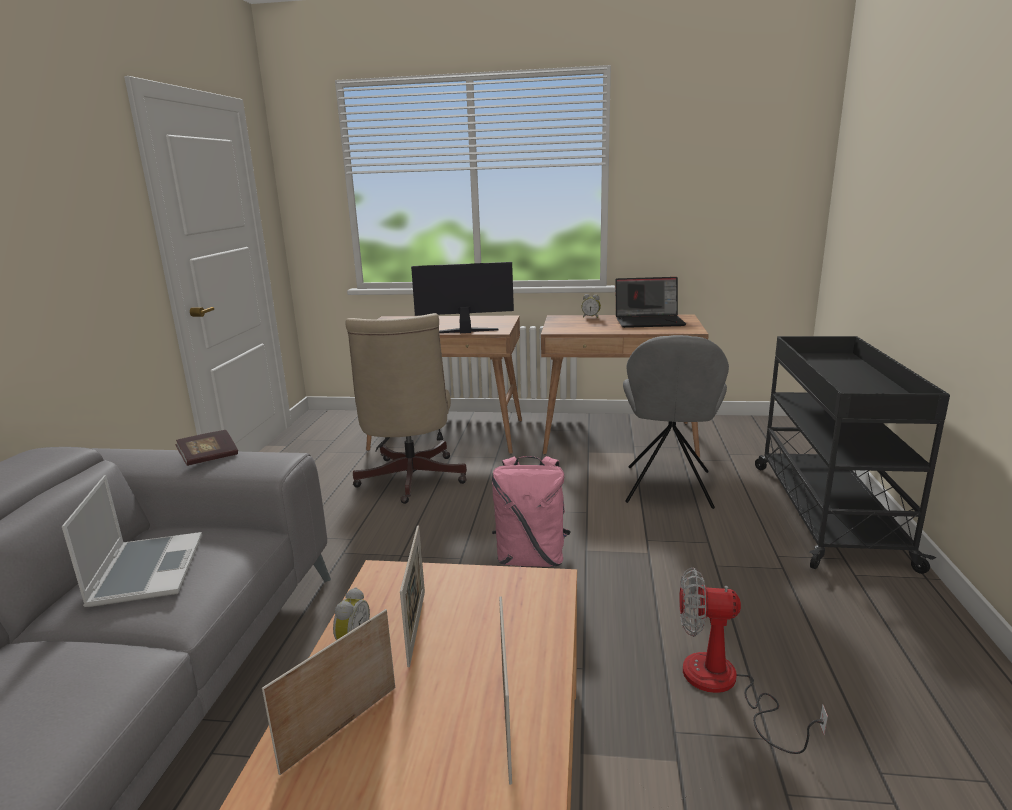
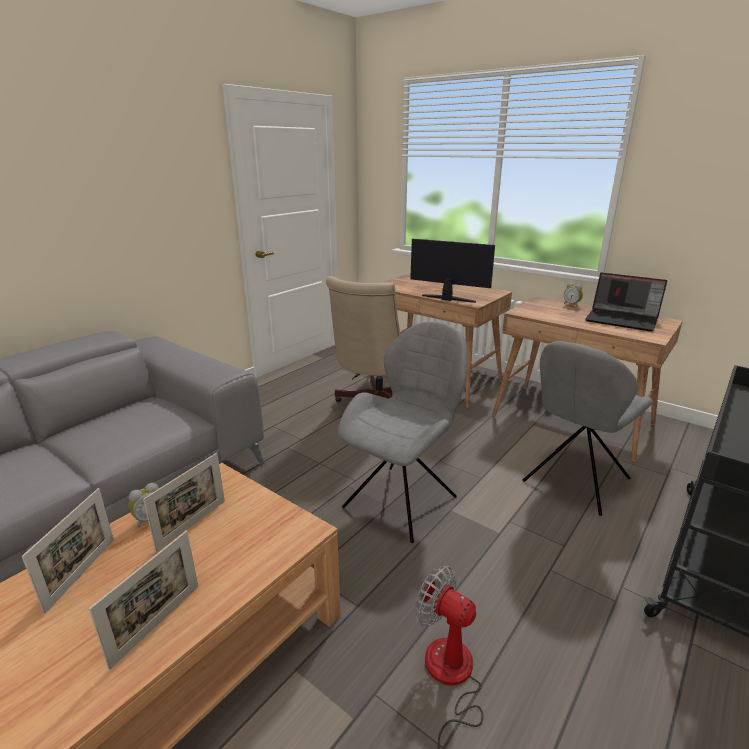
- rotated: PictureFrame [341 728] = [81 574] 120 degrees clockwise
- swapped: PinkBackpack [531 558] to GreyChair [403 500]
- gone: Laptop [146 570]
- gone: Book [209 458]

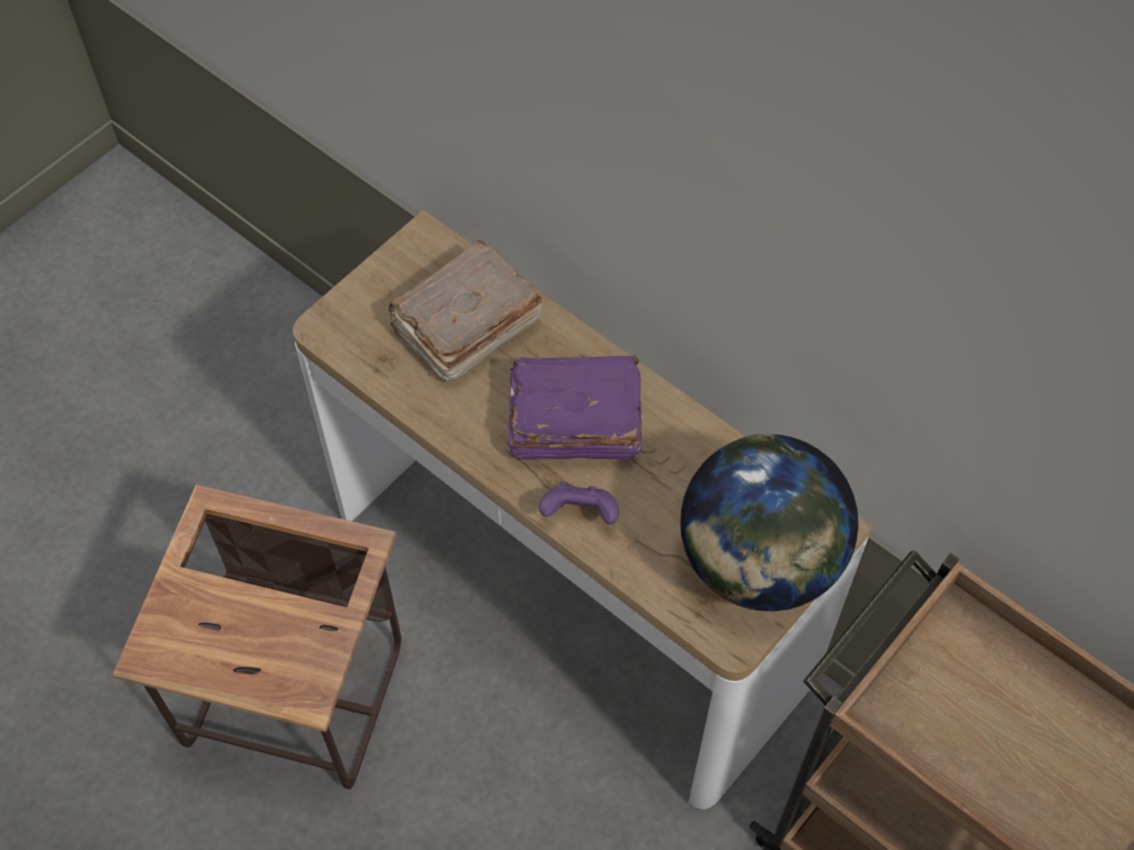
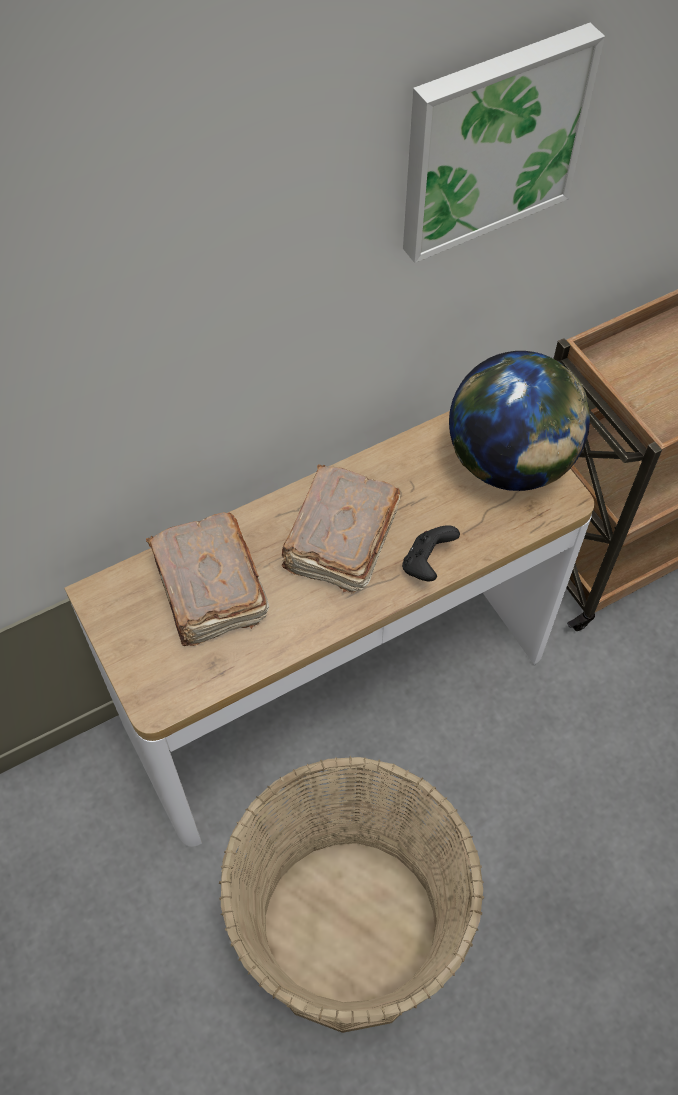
- swapped: SideTable [300 697] to Basket [349 931]
- repainted: PurpleBook [573 422] to BrownBook [339 541]
- repainted: PurpleGameController [580 514] to BlackGameController [427 563]
- new: Picture [491 141]

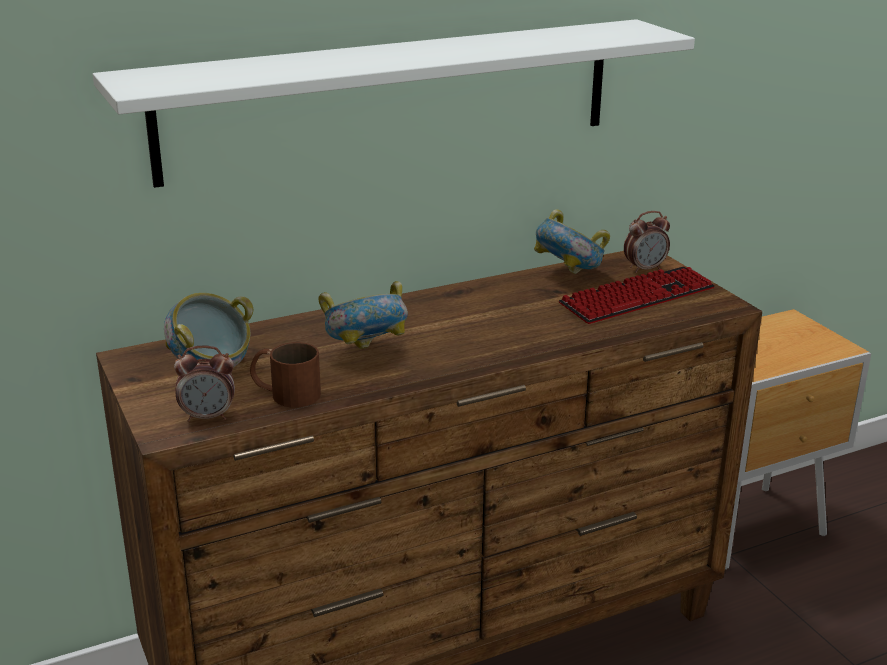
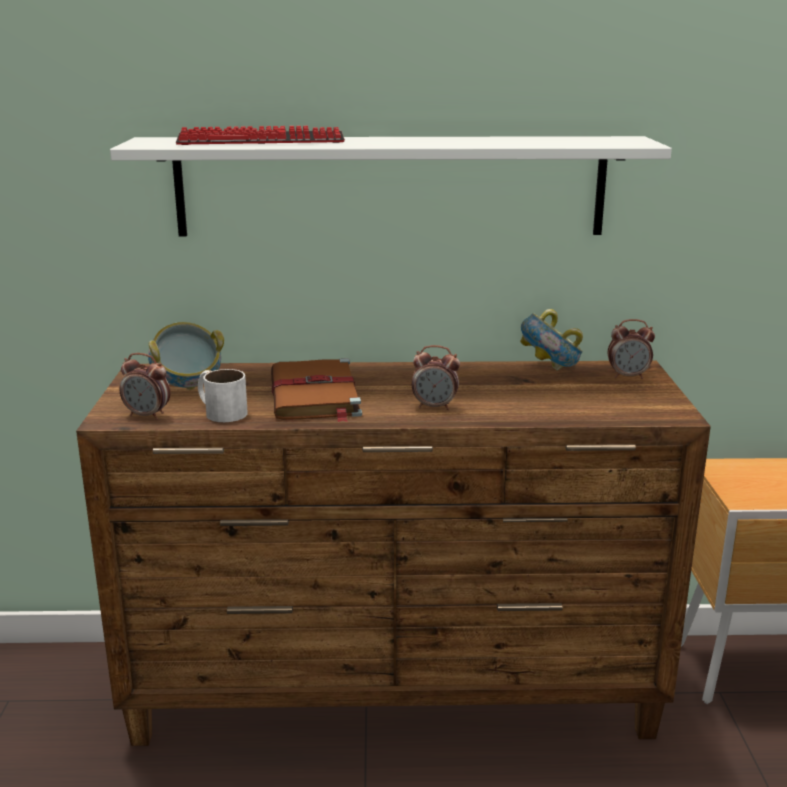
- shifted: Keyboard [637 297] to [261 141]
- repainted: BrownMug [285 393] to WhiteMug [220 411]
- swapped: Bowl [367 352] to BrownBook [315 395]
- new: AlarmClock [435 407]

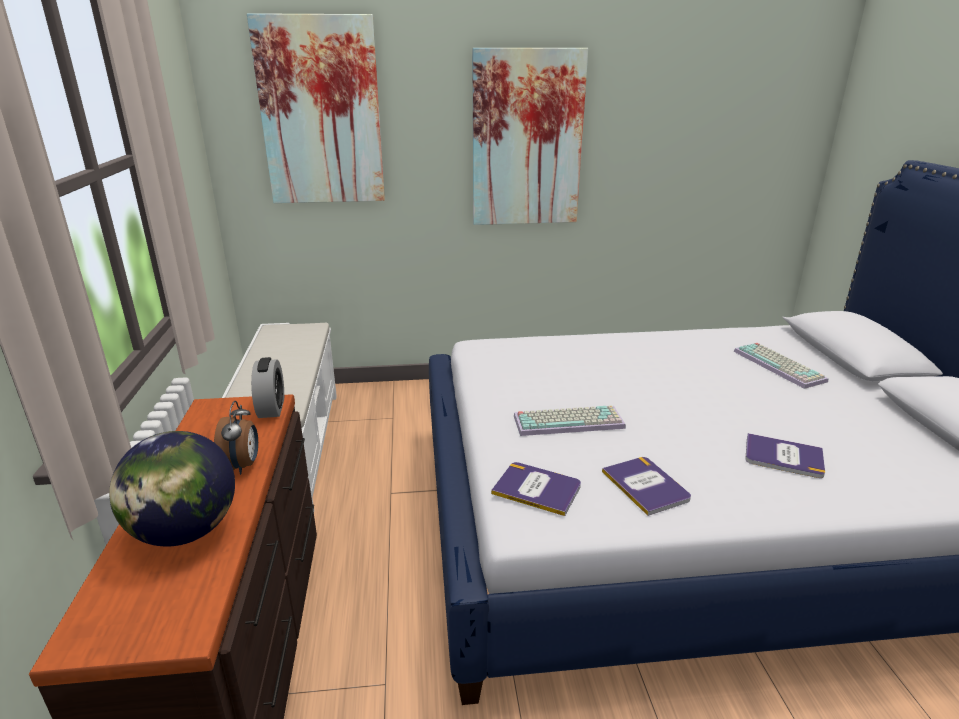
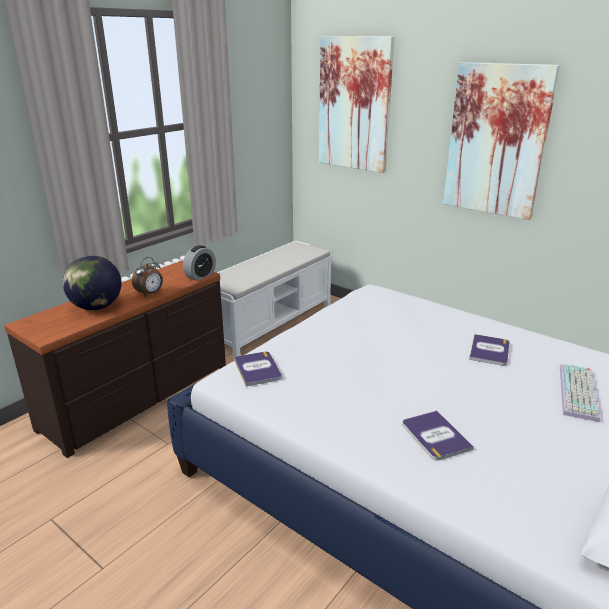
- shifted: Book [646 486] to [489 350]
- gone: Keyboard [569 421]

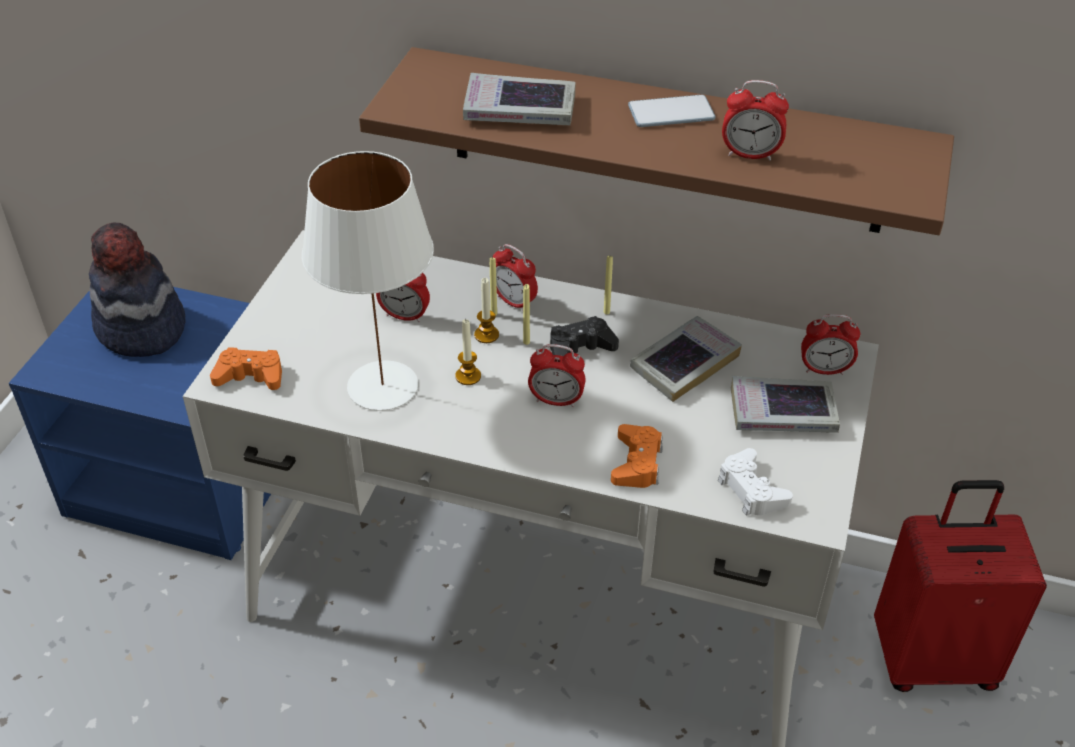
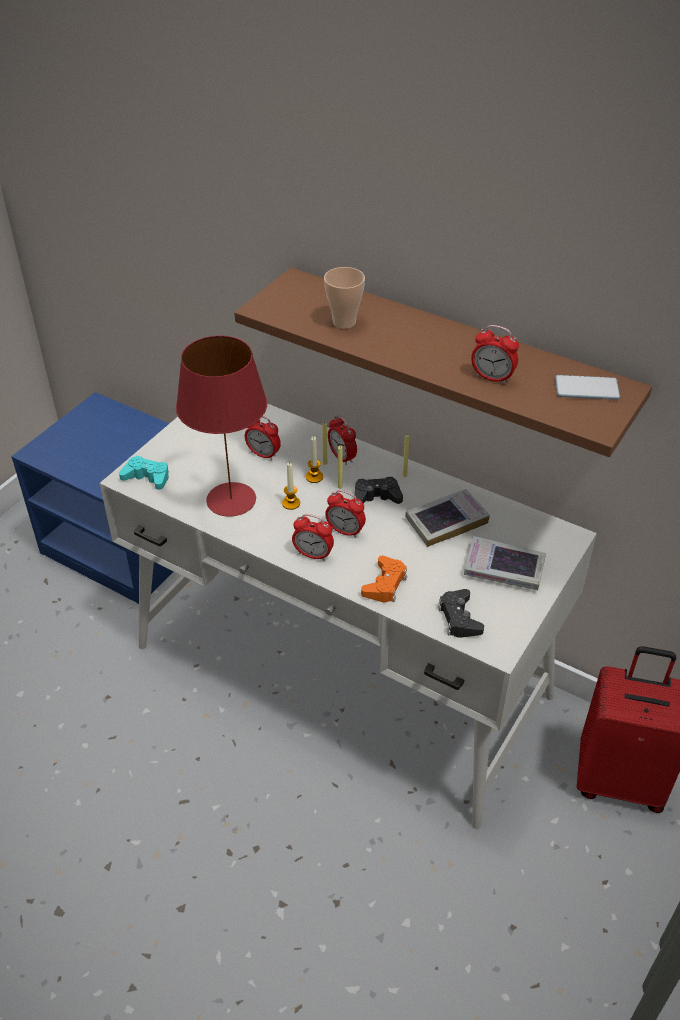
- repainted: OrangeGameController [250 376] to TurquoiseGameController [147 477]
- repainted: WhiteTableLamp [382 387] to RedTableLamp [230 500]
- shifted: AlarmClock [824 370] to [313 555]
- swapped: Book [519 110] to Cup [344 322]
- repainted: WhiteGameController [751 489] to BlackGameController [459 618]
- shifted: Phone [671 113] to [586 389]
- gone: Hat [141 329]

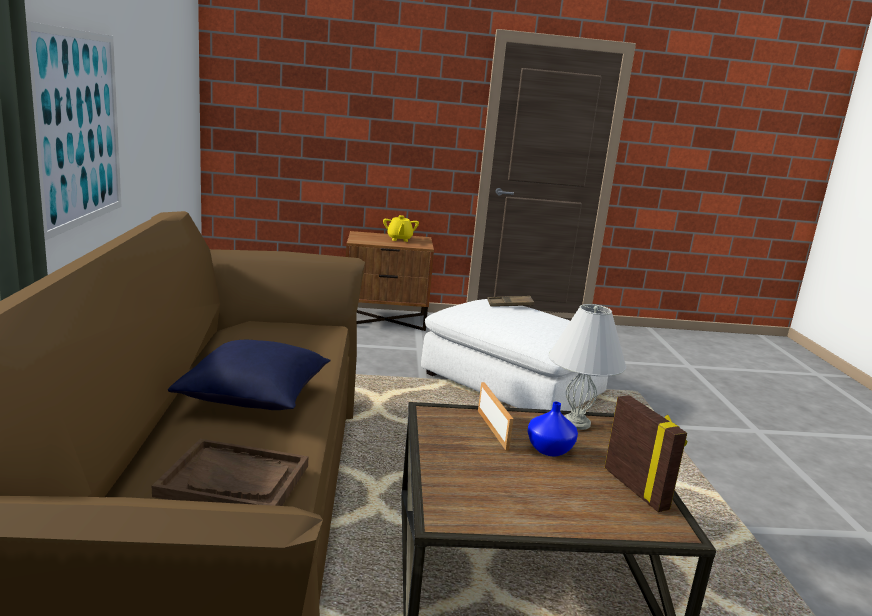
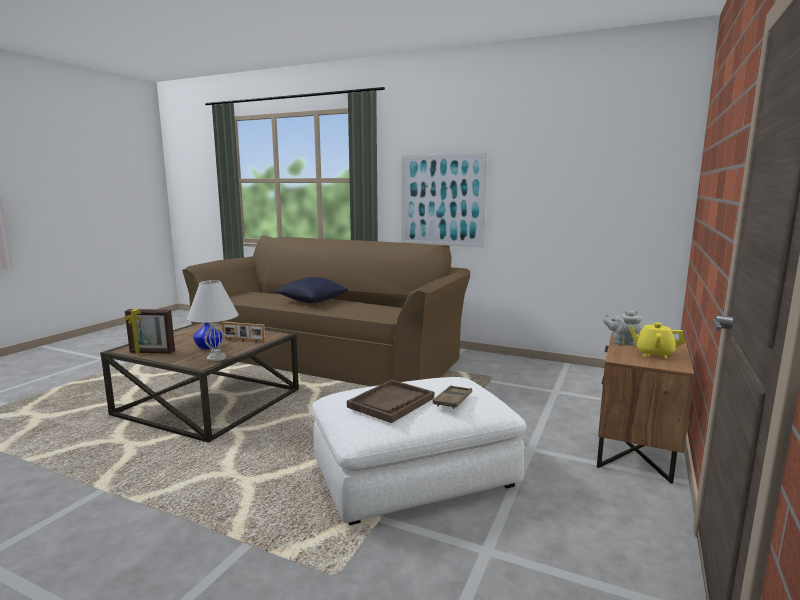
- shifted: BrownTray [234 480] to [391 403]
- new: GreyTeapot [622 342]

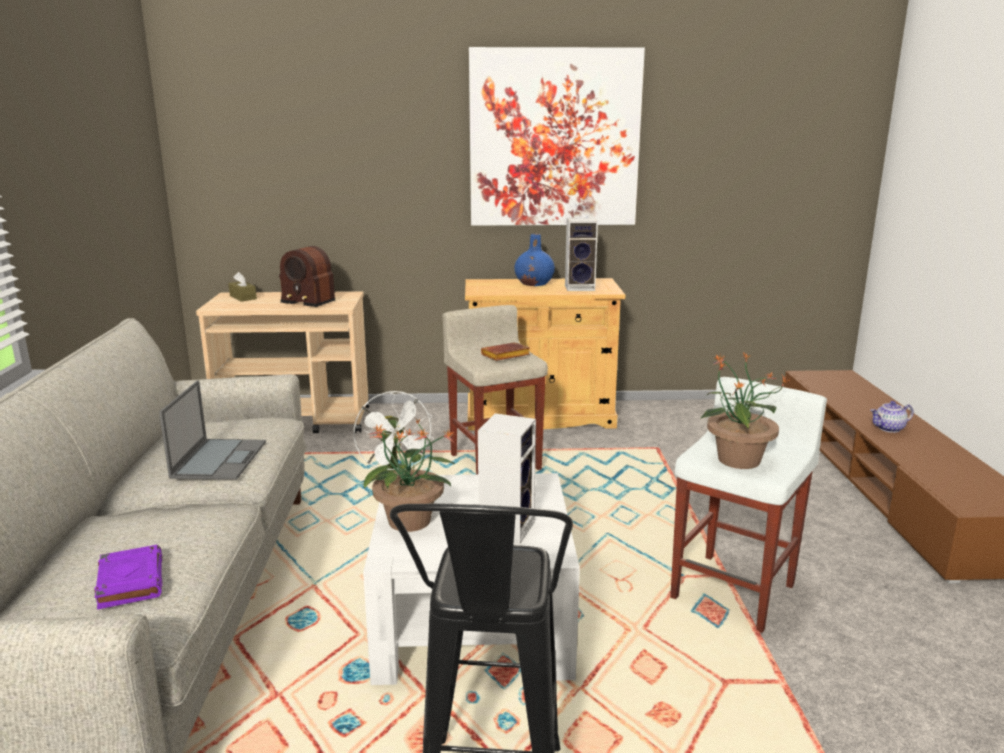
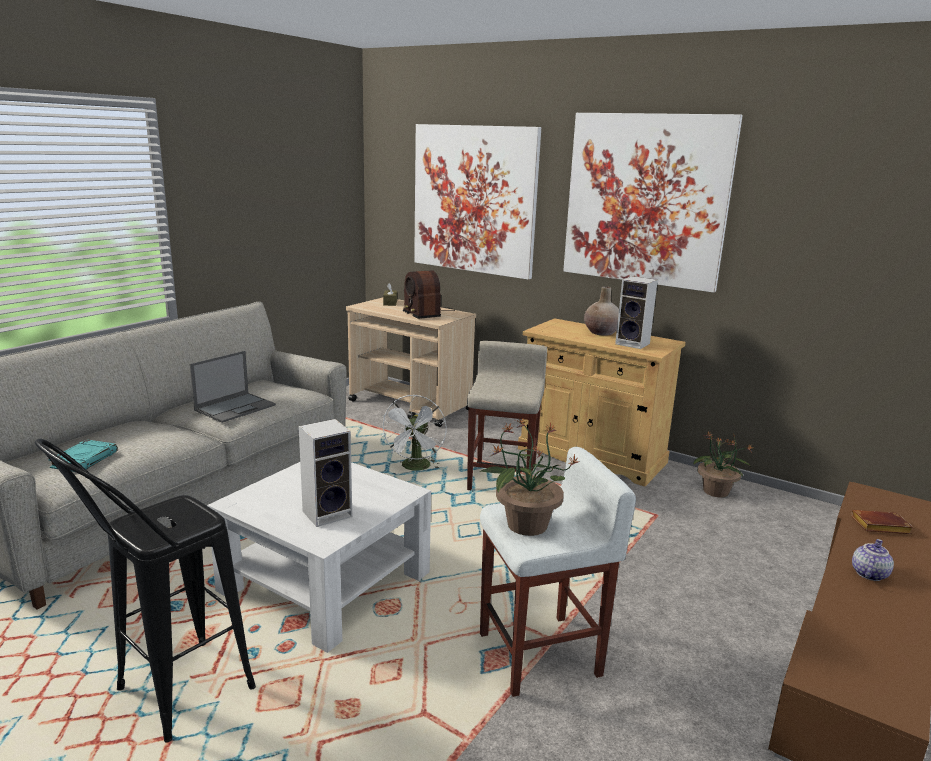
- repainted: PurpleBook [130 581] to TurquoiseBook [85 459]
- new: Picture [474 200]
- repainted: BlueVase [534 283] to BeigeVase [601 332]
- shifted: PottedPlant [410 521] to [716 492]
- shifted: BrownBook [505 356] to [879 527]
- rotated: Teapot [889 429] = [868 573] 105 degrees clockwise

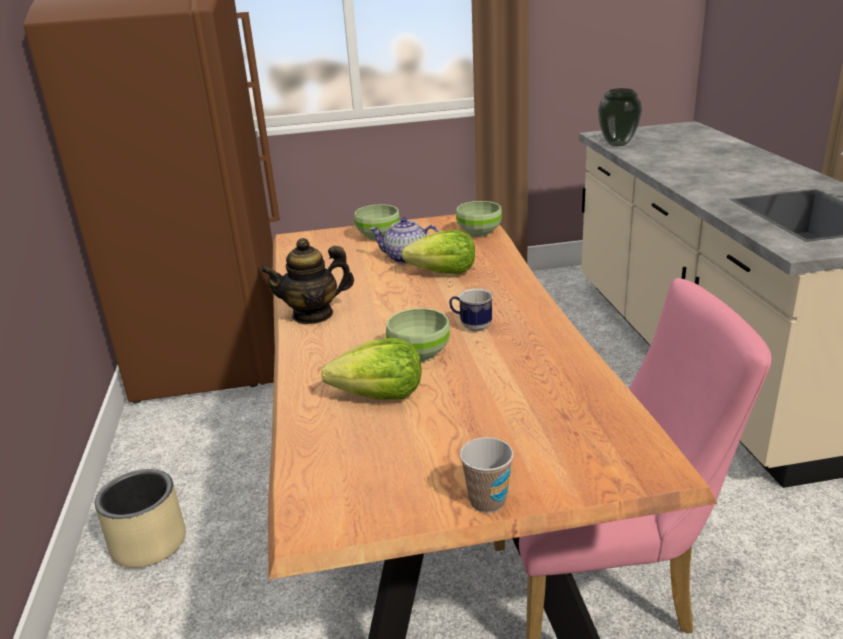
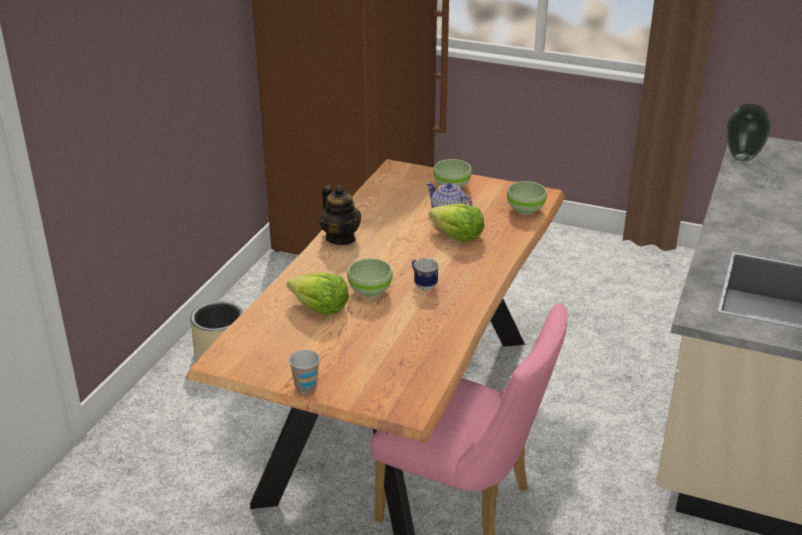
- rotated: Teapot [313 315] = [341 238] 135 degrees counterclockwise

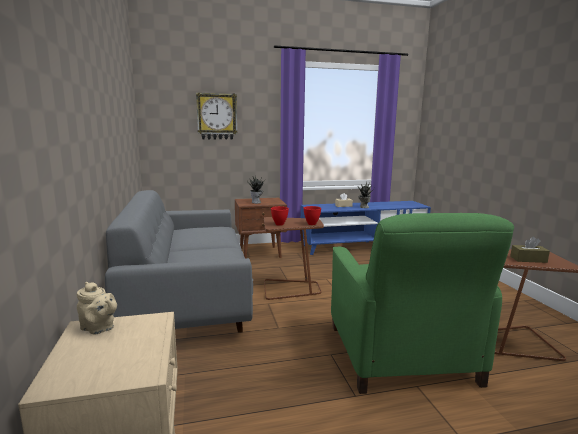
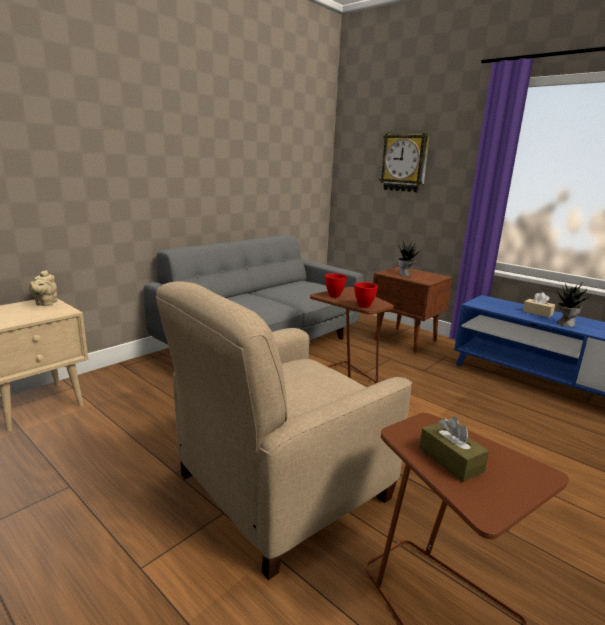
- repainted: GreenArmchair [401 355] to BeigeArmchair [281 487]

